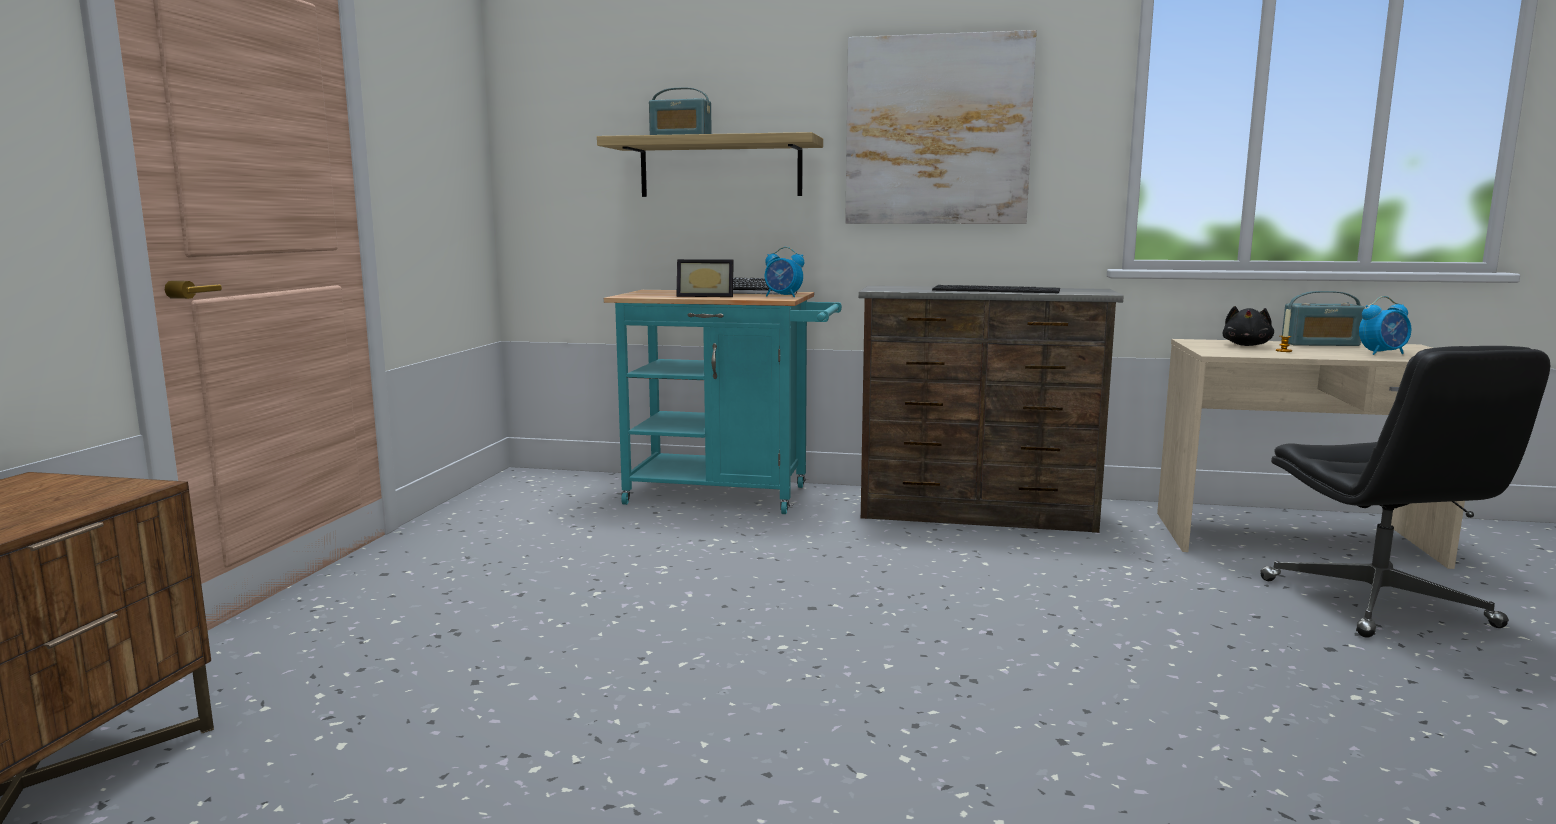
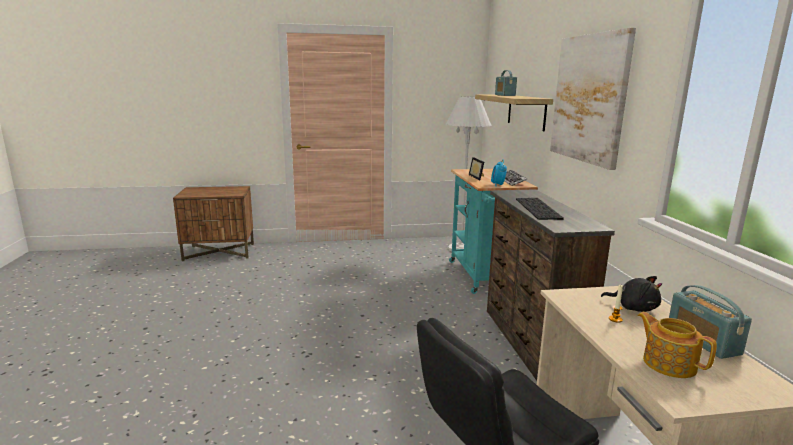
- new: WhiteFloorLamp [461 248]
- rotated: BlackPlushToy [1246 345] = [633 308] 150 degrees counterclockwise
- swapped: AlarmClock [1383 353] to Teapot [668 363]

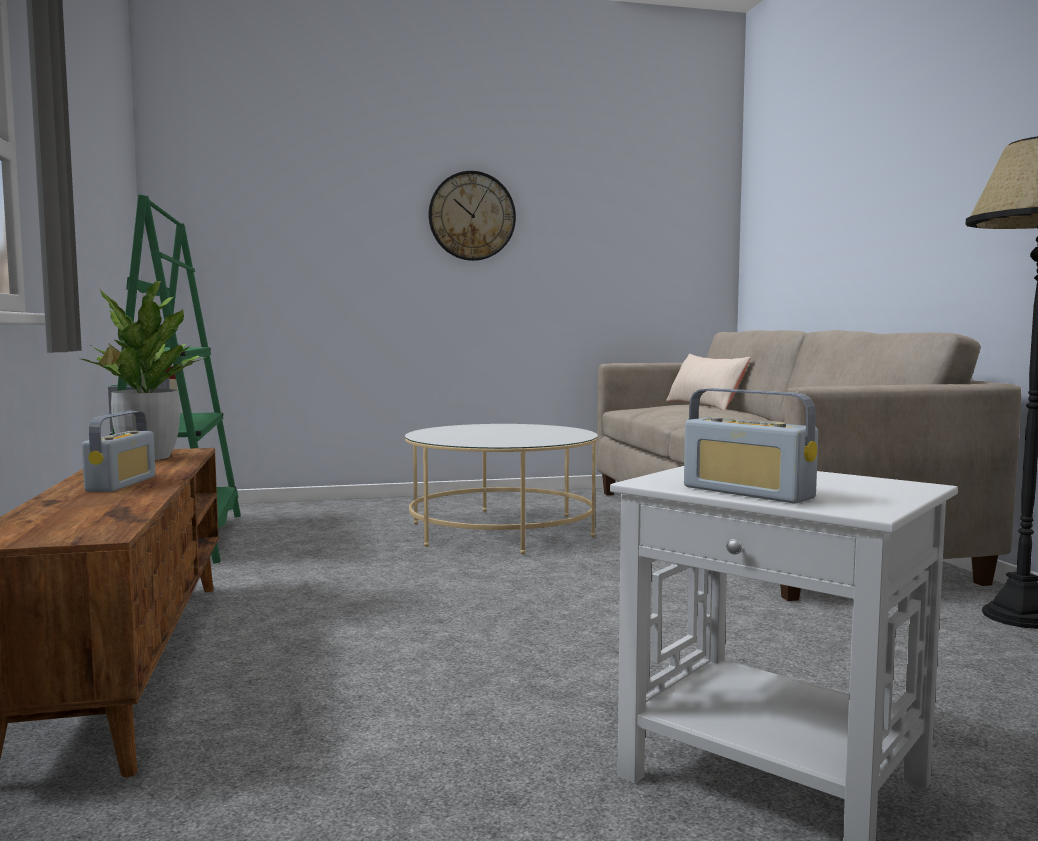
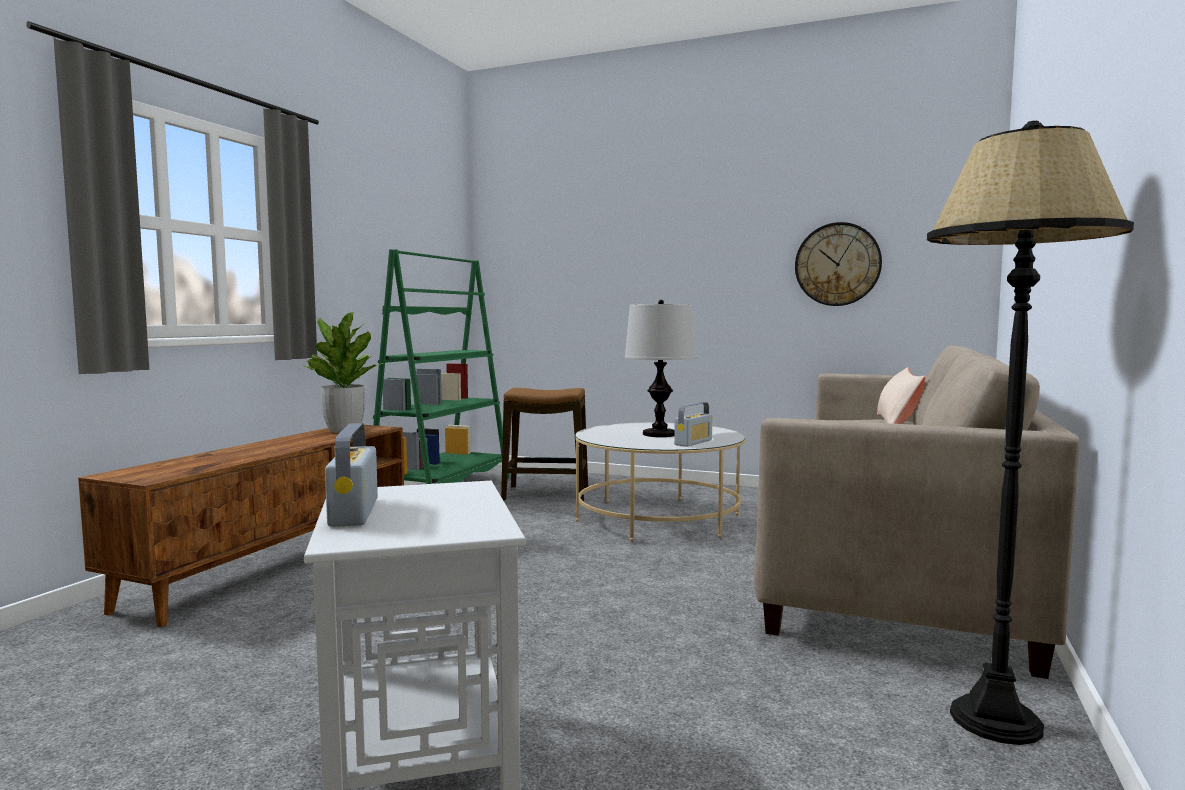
- new: Stool [546 494]
- new: TableLamp [659 434]
- shifted: Radio [121 484] to [693 442]
- shifted: WallClock [472 216] to [837 264]

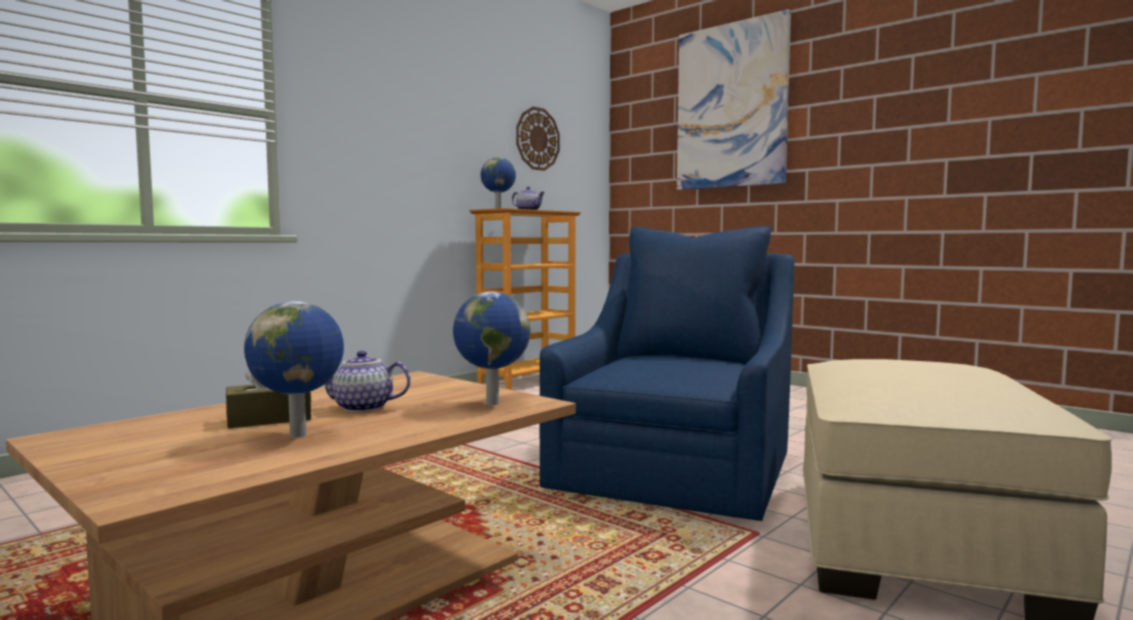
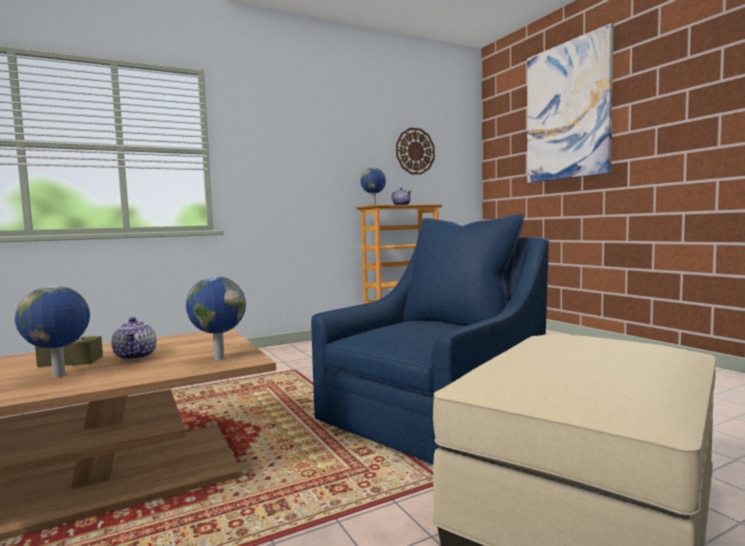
- rotated: Teapot [362 408] = [136 356] 135 degrees counterclockwise

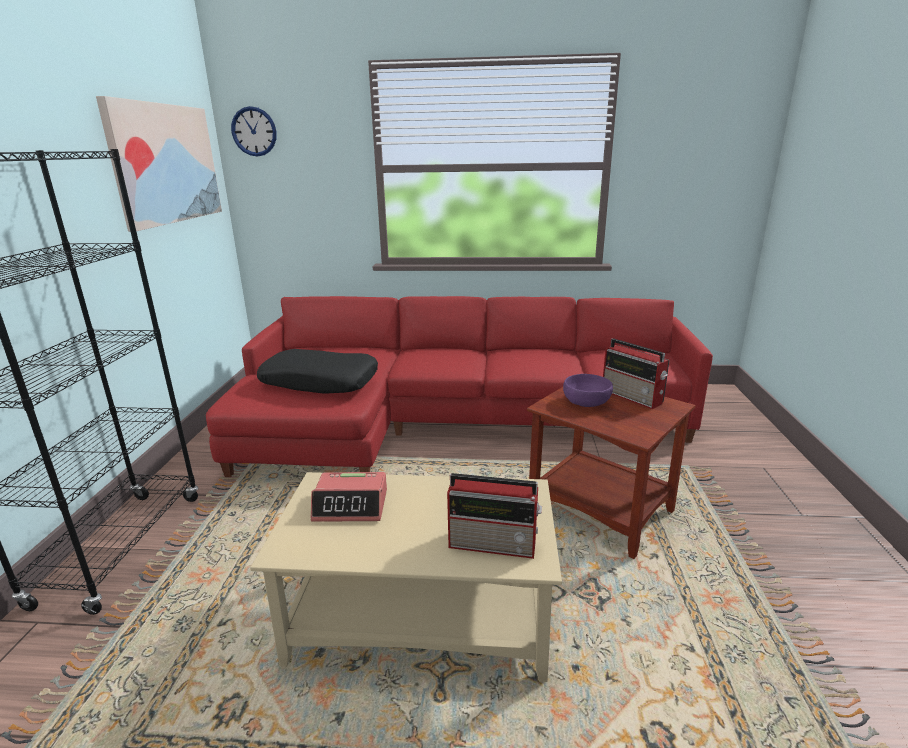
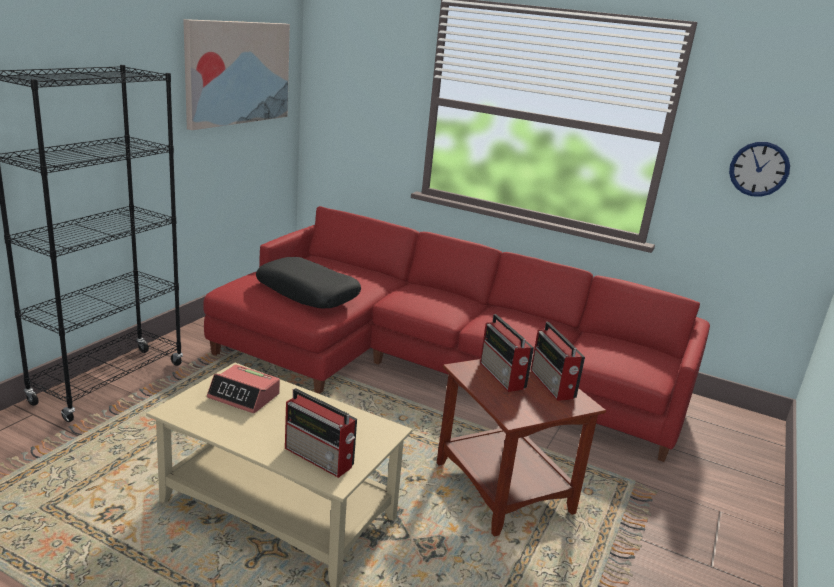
- swapped: PurpleBowl [587 402] to Radio [502 376]
- shifted: WallClock [254 131] to [759 169]

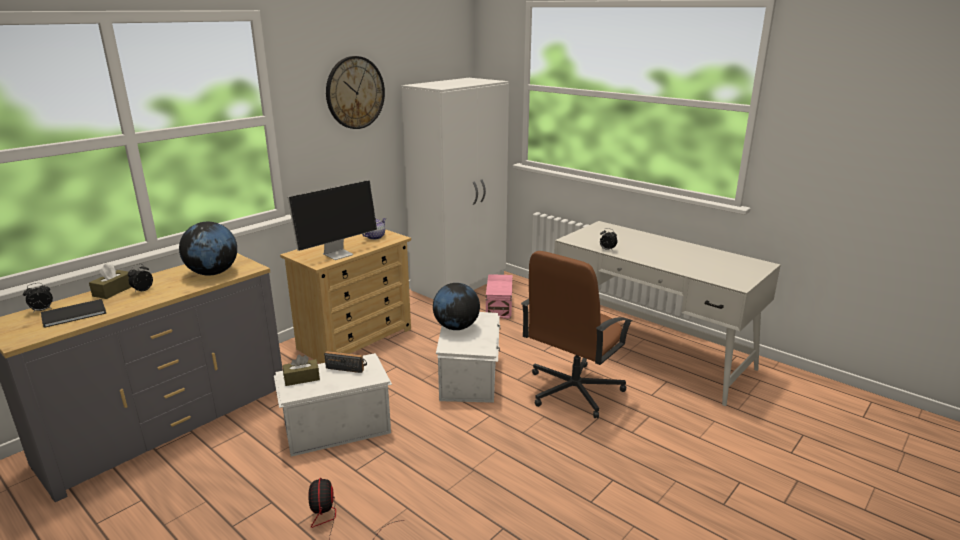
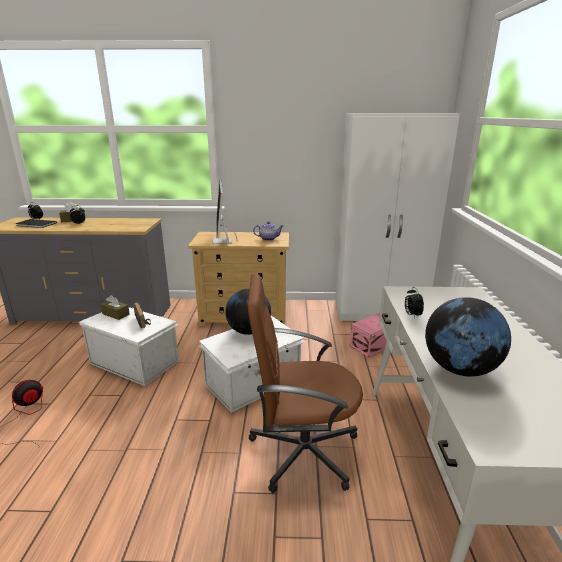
- rotated: Monitor [338 254] = [222 241] 75 degrees clockwise
- shifted: Globe [212 273] to [459 369]
- gone: WallClock [355 92]

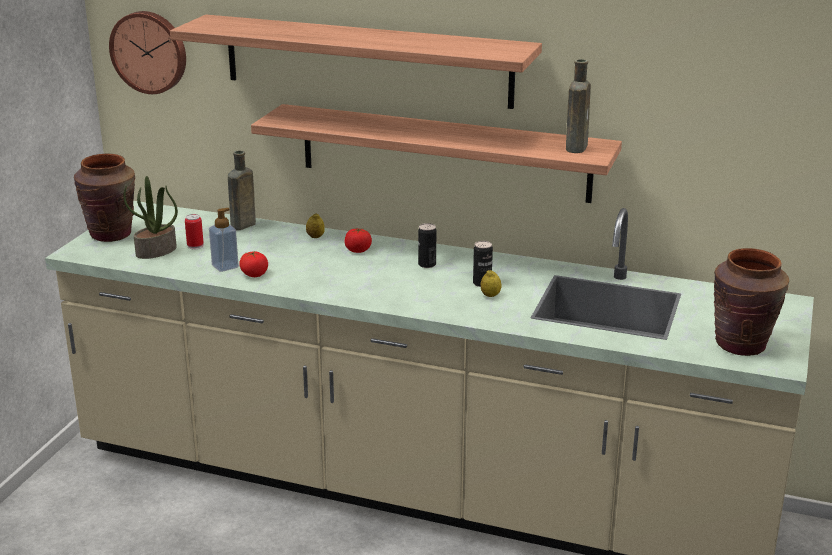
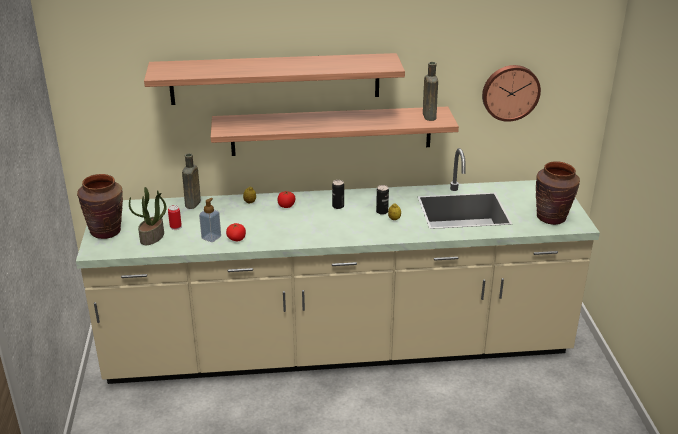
- shifted: WallClock [150 51] to [510 92]

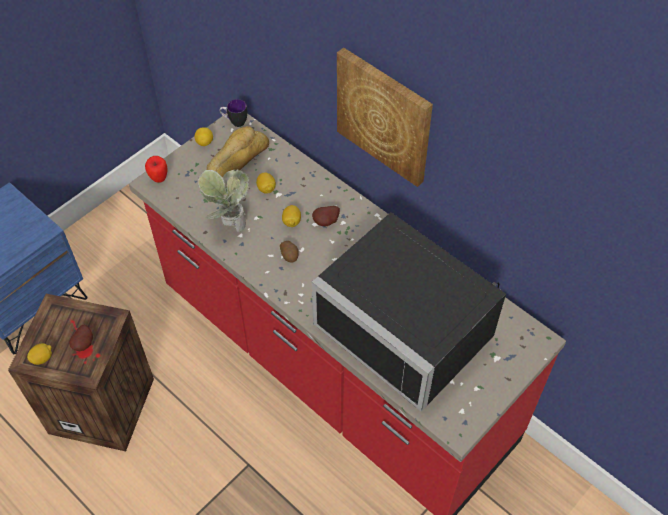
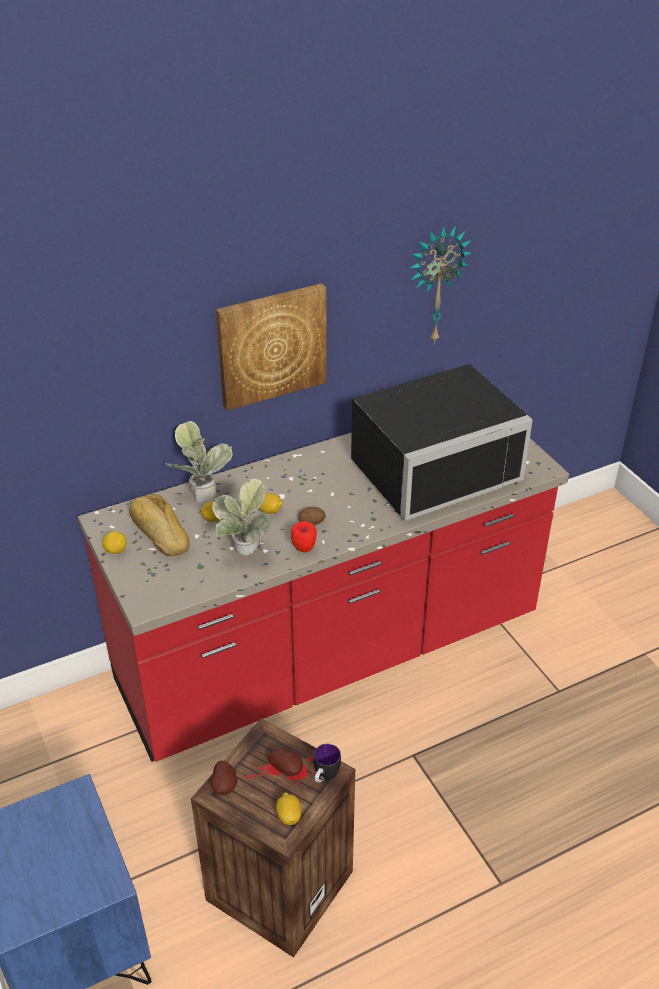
- new: PottedPlant [201 494]
- shifted: Potato [327 222] to [225 786]
- shifted: Apple [159 178] to [304 549]
- shifted: Mug [234 122] to [324 778]
- new: WallClock [435 284]

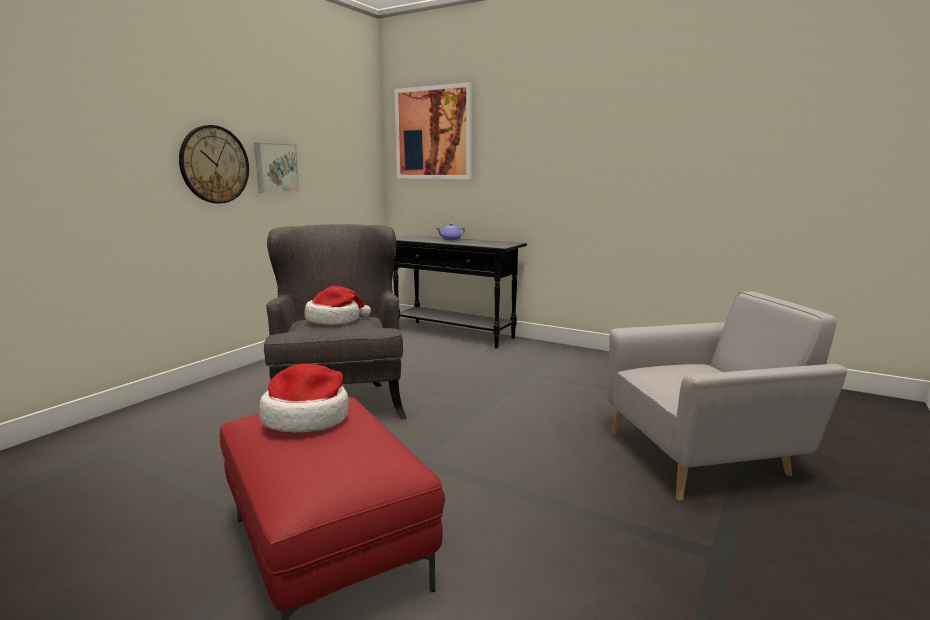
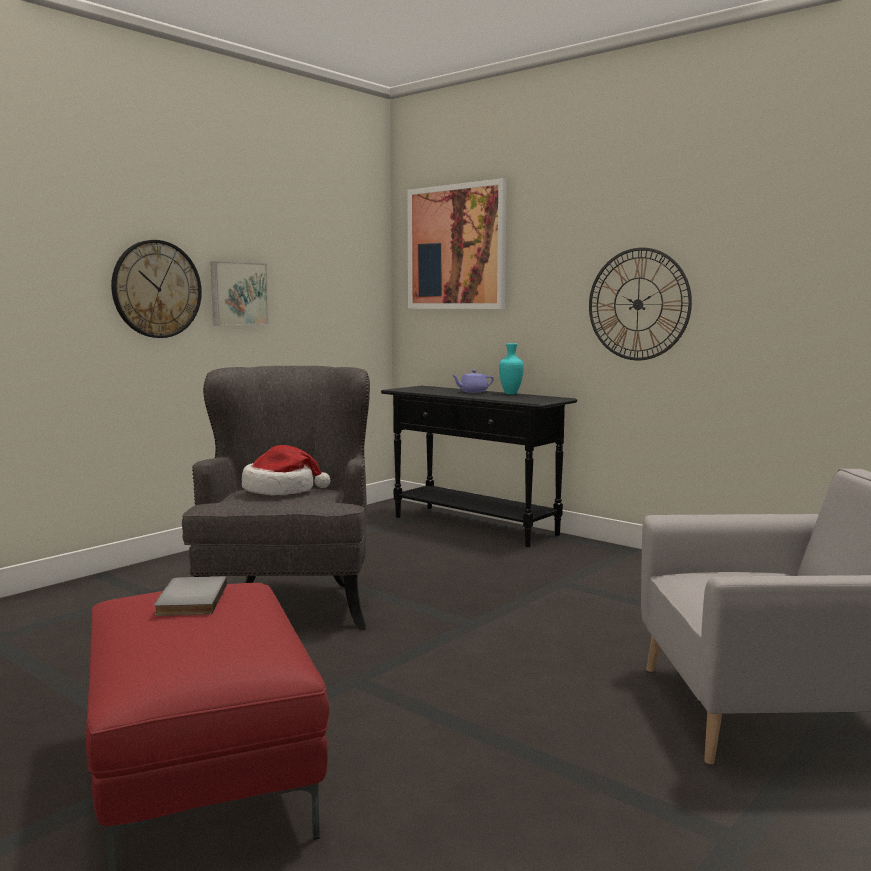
- swapped: Hat [308 418] to GreyBook [188 600]
- new: TurquoiseVase [511 394]
- new: WallClock [638 304]

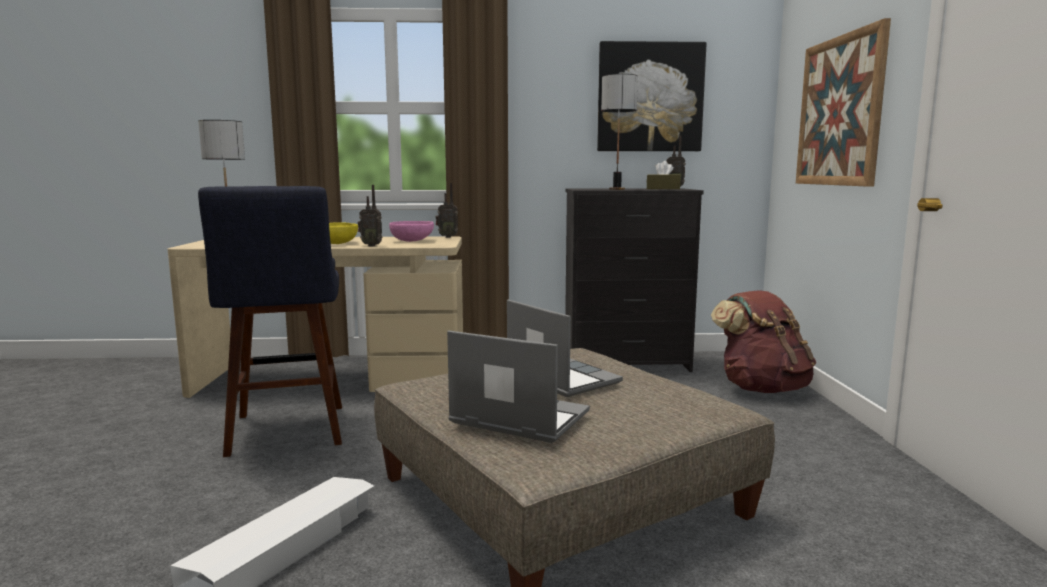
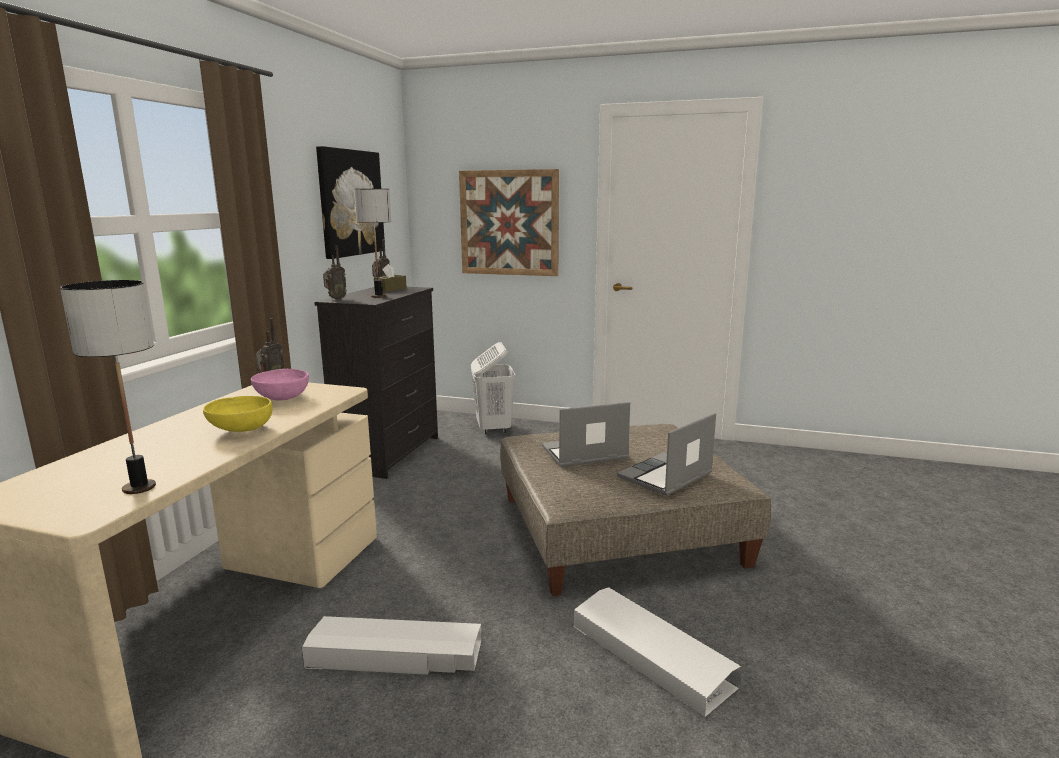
- swapped: BlueStool [287 433] to WhiteStorageBox [396 655]
- shifted: Radio [372 245] to [335 299]
- swapped: BrownBackpack [761 388] to WhiteLaundryBasket [493 429]

